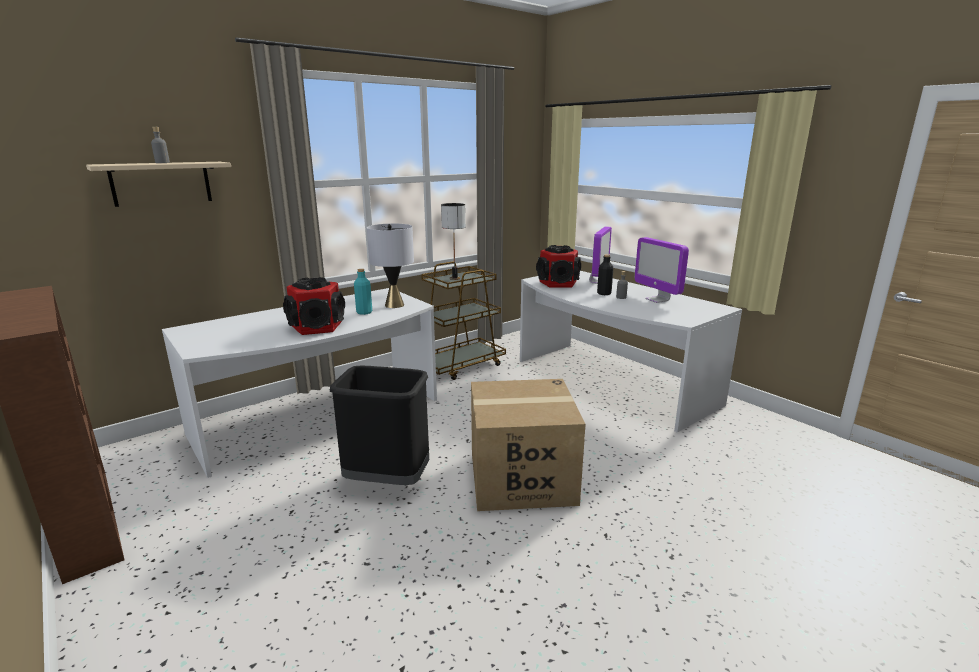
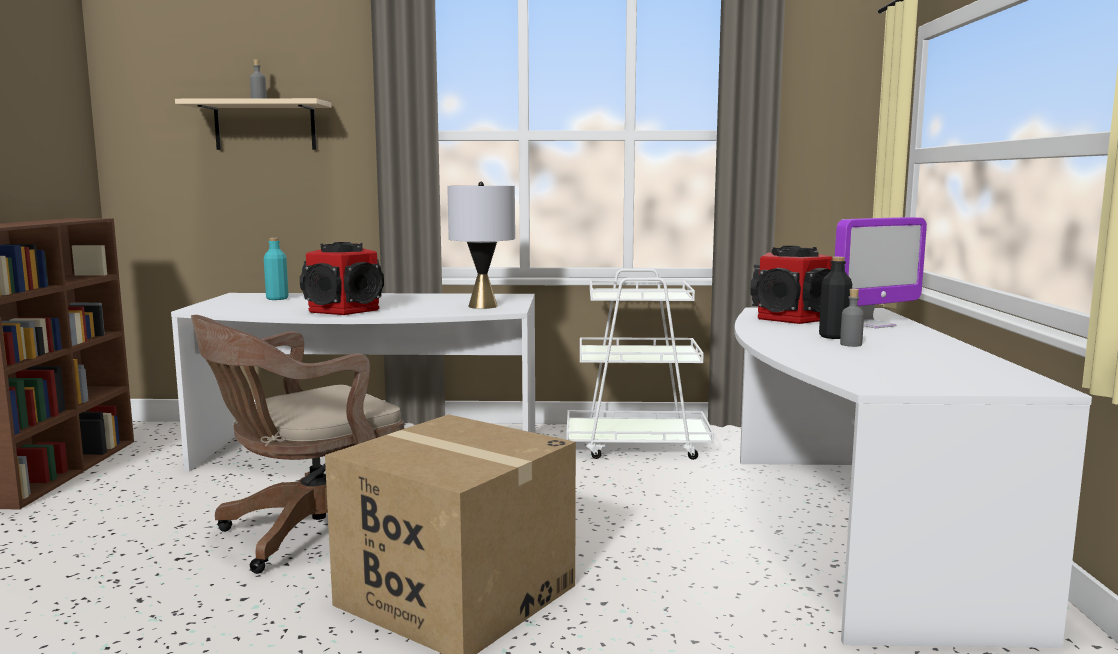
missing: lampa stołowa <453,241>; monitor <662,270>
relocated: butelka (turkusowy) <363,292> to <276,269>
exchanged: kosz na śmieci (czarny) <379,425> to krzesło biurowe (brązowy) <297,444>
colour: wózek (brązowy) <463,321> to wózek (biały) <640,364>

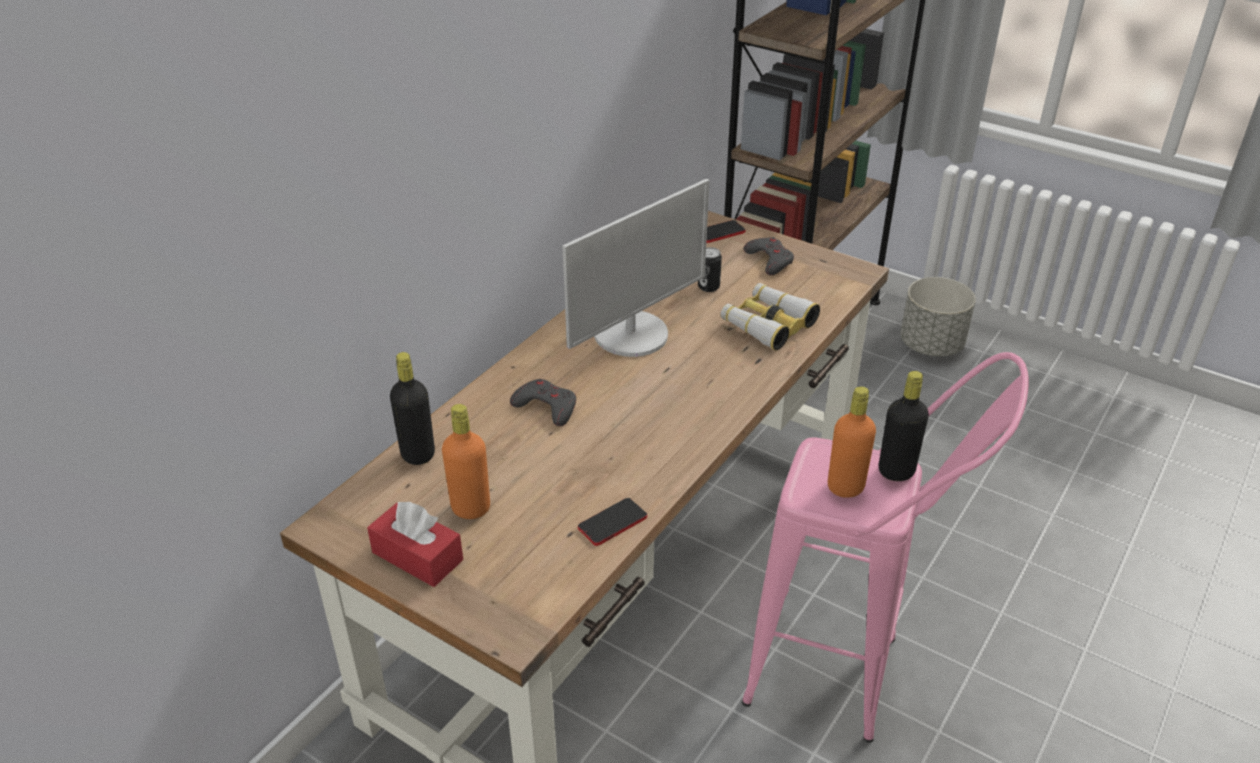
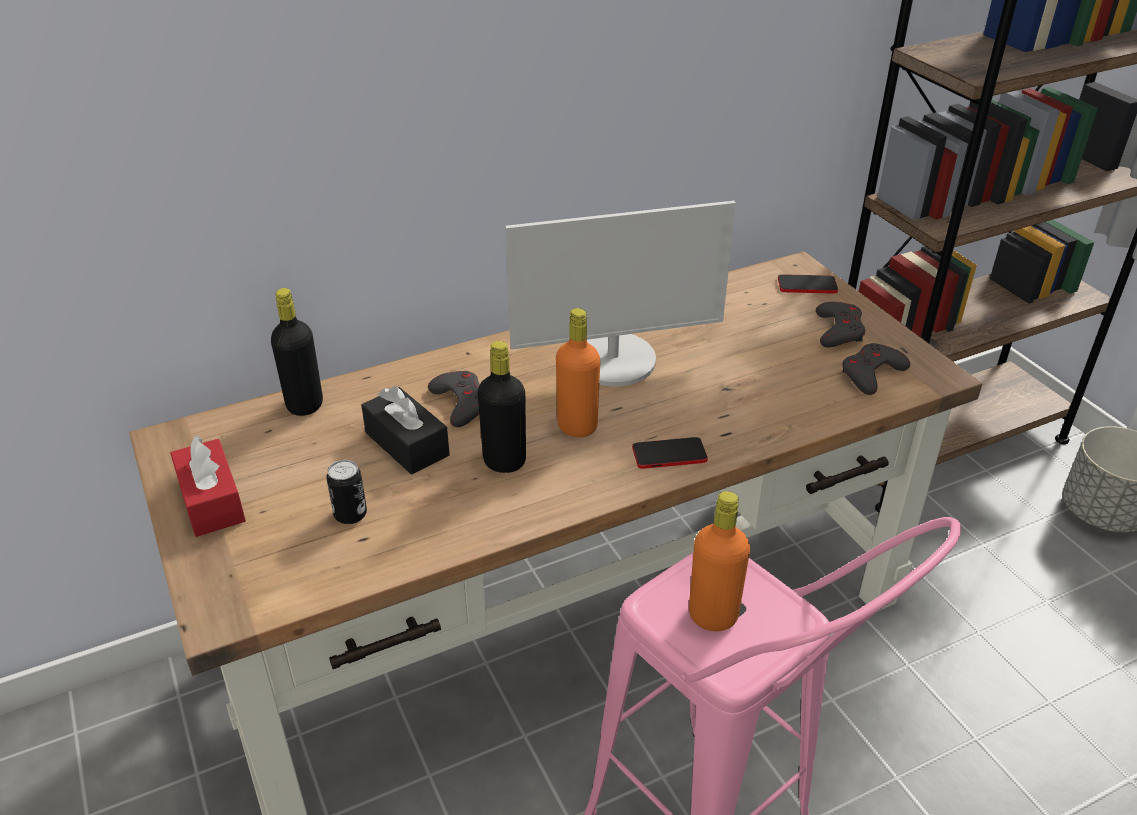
missing: lornetka <770,317>
appeared: pudełko chusteczek (czarny) <405,430>; pad do gier (szary) <876,369>
relocated: puszka <710,269> to <346,492>; butelka (czarny) <904,426> to <501,407>; butelka (pomarańczowy) <466,461> to <578,372>; telefon <612,522> to <670,453>

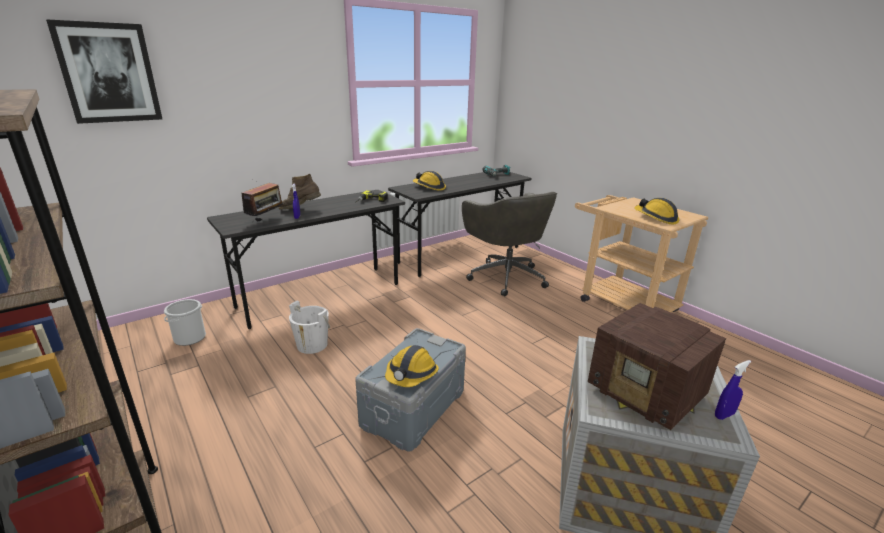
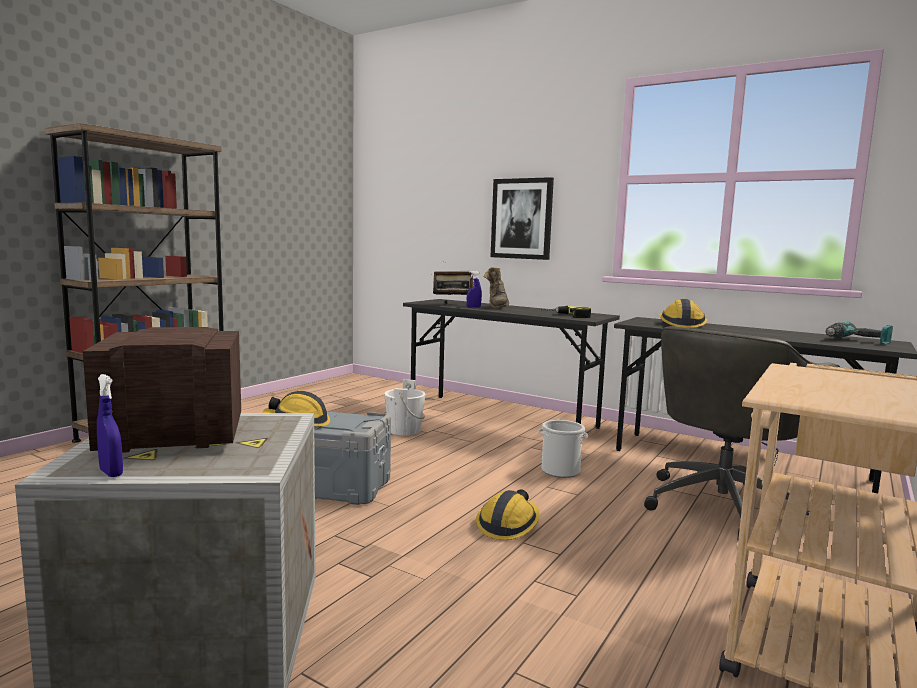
relocated: kask <656,211> to <507,514>; obraz <104,71> to <522,218>; wiadro <185,322> to <563,449>
spun: radio <657,366> = <162,390> 45 degrees clockwise; but z cholewką (brązowy) <300,191> = <496,288> 150 degrees counterclockwise

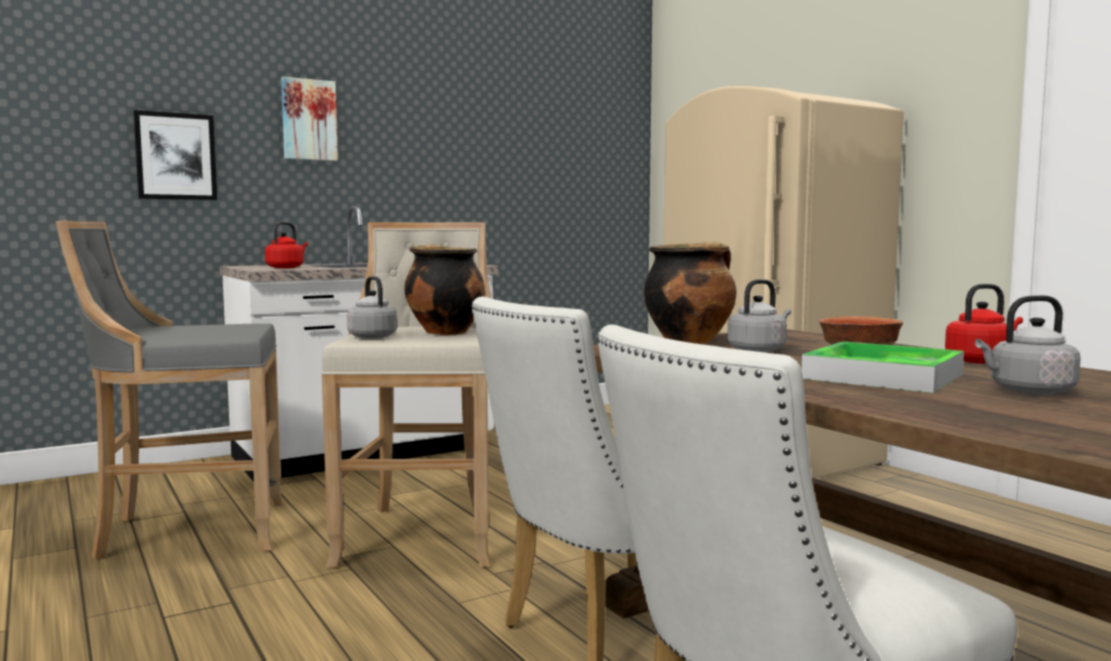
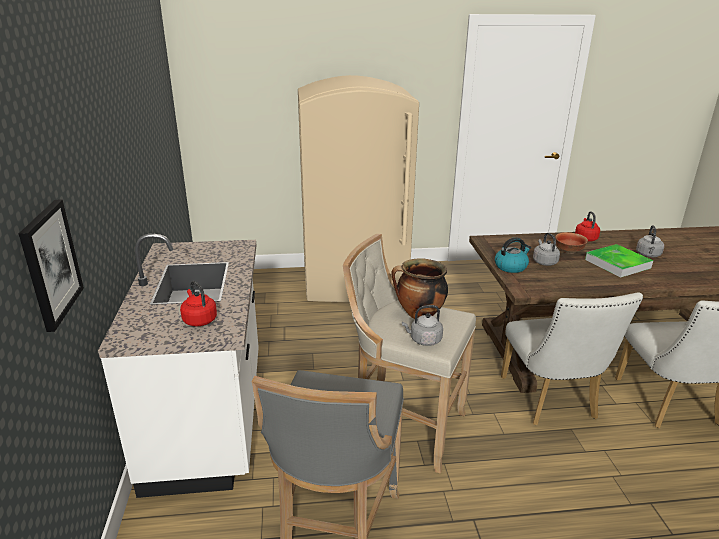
missing: obraz <309,119>
exchanged: garnek <690,293> to czajnik <513,255>

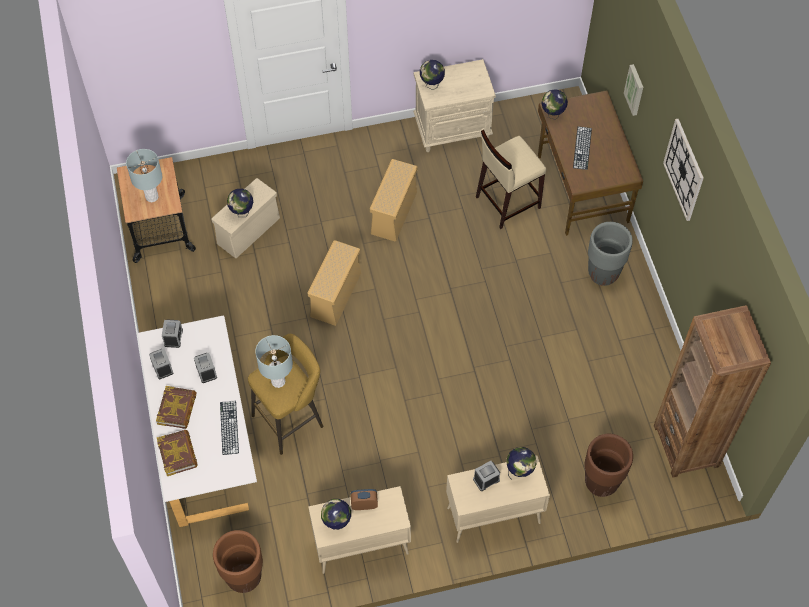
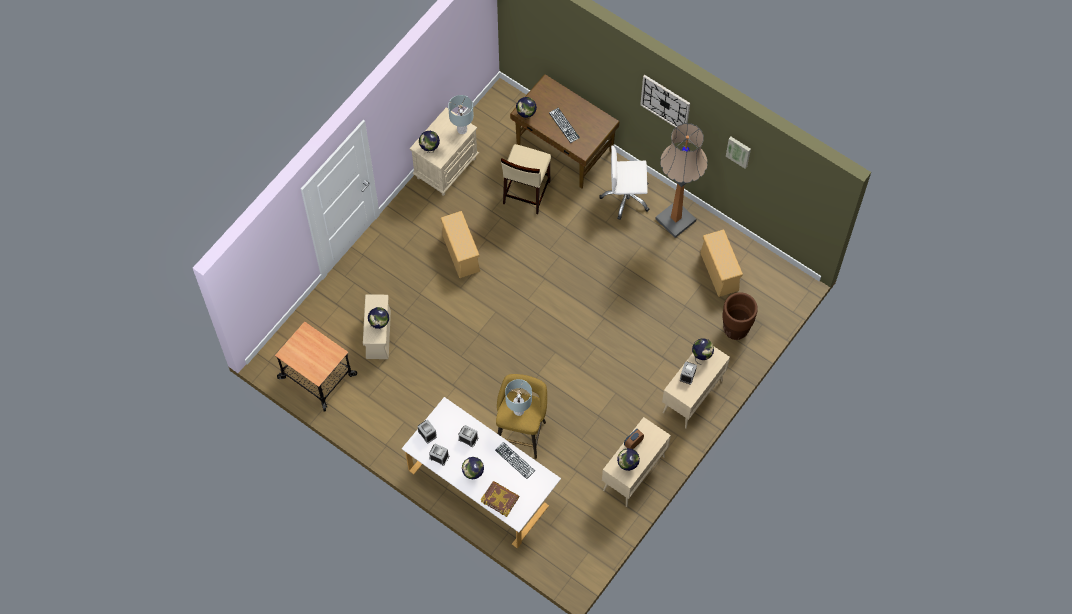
missing: donica (brązowy) <238,561>; regał (brązowy) <712,391>
appeared: lampa stojąca <682,180>
relocated: lampa stołowa (szary) <144,175> to <461,114>; pojemnik do przechowywania (beżowy) <334,283> to <721,263>; obraz <633,90> to <738,153>
exchanged: książka <176,407> to globus <473,468>; donica (szary) <610,254> to krzesło biurowe (biały) <624,182>

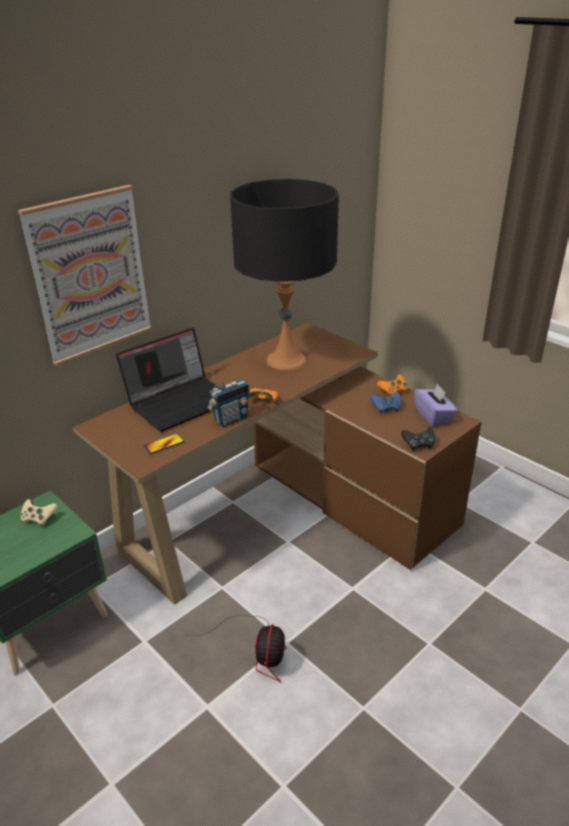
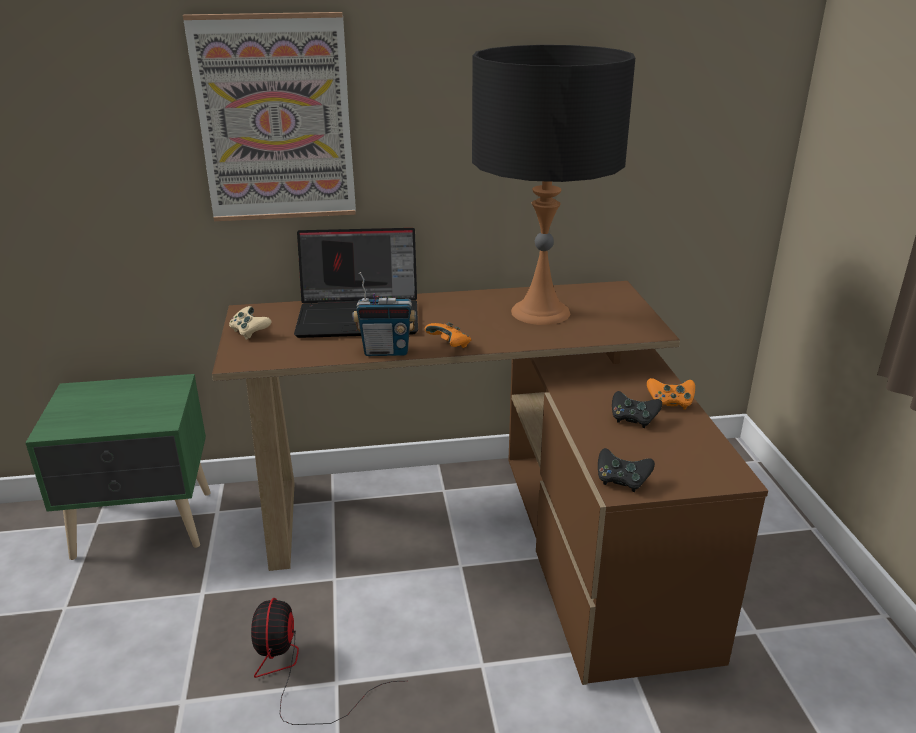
missing: telefon <164,444>; pudełko chusteczek (fioletowy) <435,405>
relocated: pad do gier (beżowy) <39,512> to <250,323>
colour: pad do gier (niebieski) <385,403> to pad do gier (czarny) <637,409>
spun: wentylator <237,648> = <326,661> 135 degrees clockwise

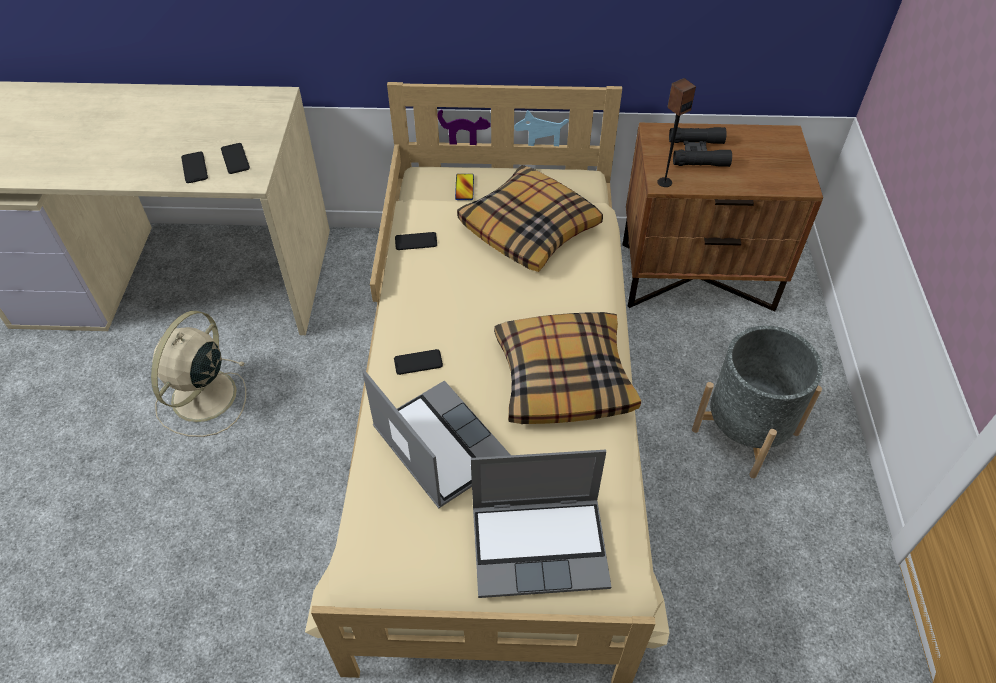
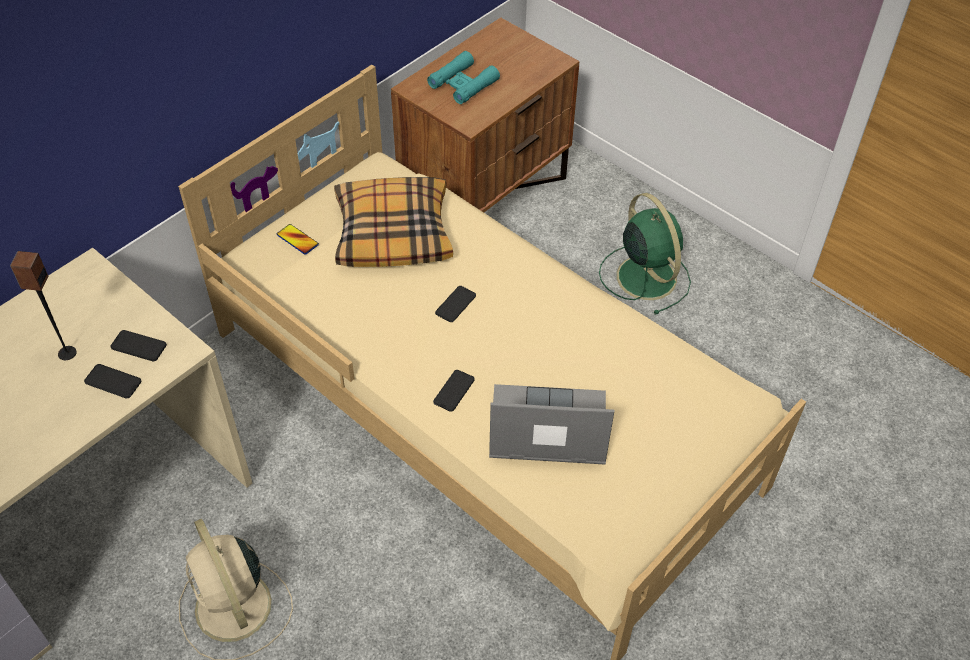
missing: laptop <541,524>; poduszka <567,368>
relocated: głośnik <676,132> to <43,305>; telefon <416,241> to <455,304>
exchanged: donica (szary) <757,402> to wentylator (zielony) <645,254>
colour: lornetka (czarny) <700,147> to lornetka (turkusowy) <463,77>

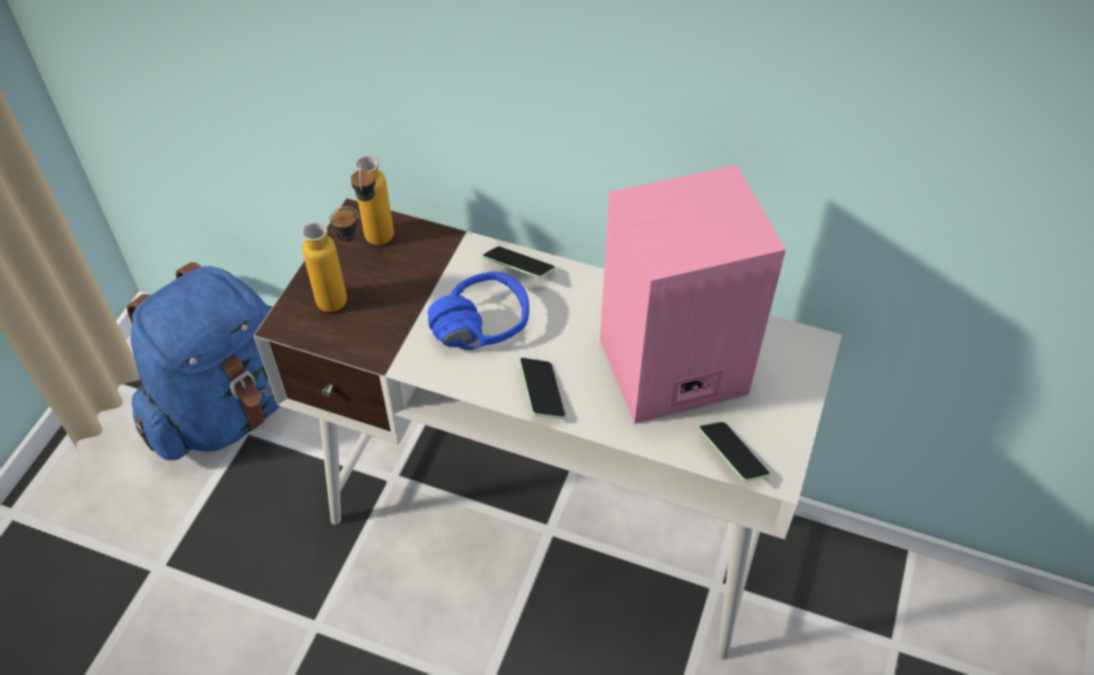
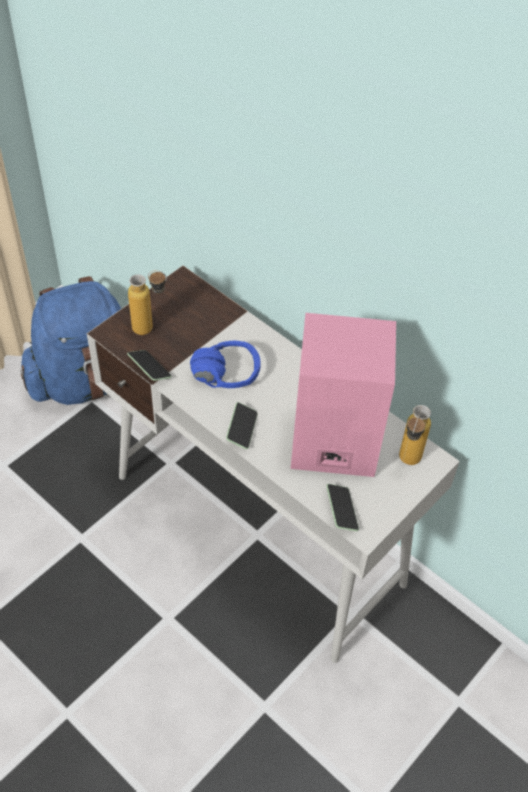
relocated: telefon <519,262> to <149,365>; butelka <372,200> to <415,435>

